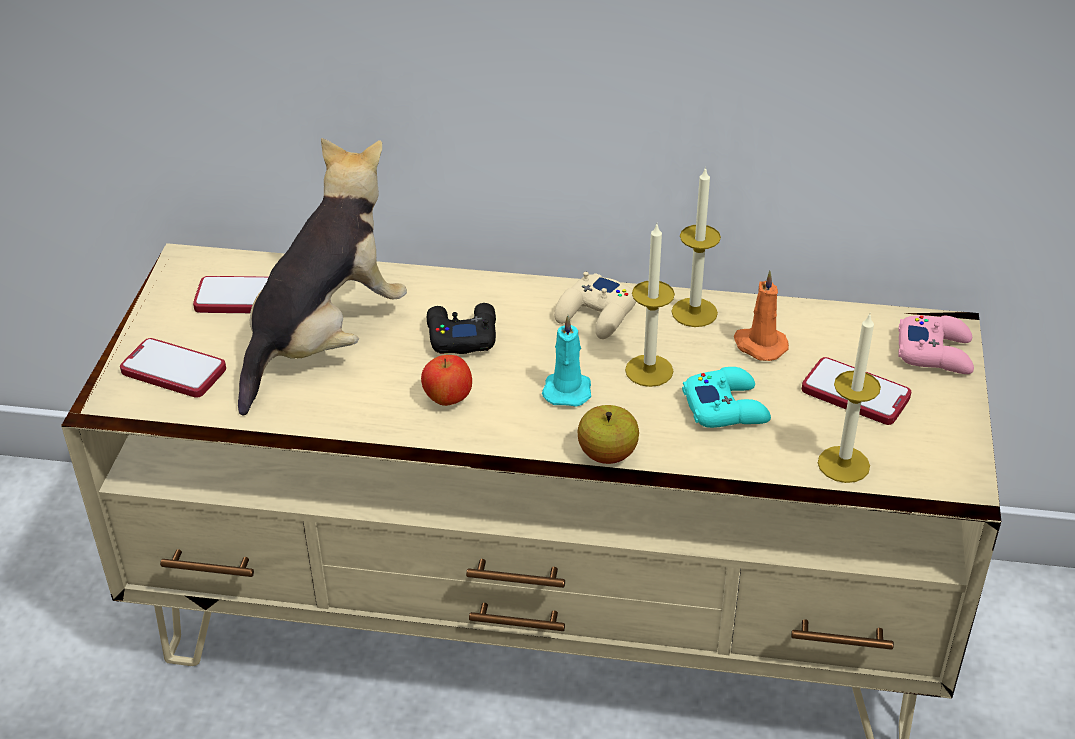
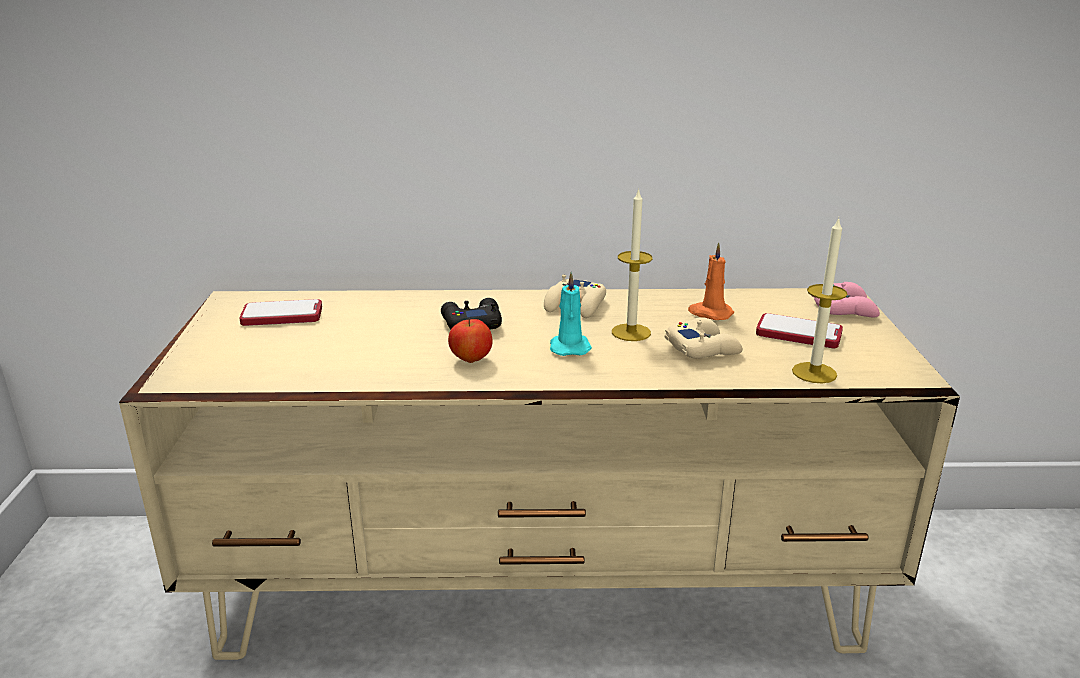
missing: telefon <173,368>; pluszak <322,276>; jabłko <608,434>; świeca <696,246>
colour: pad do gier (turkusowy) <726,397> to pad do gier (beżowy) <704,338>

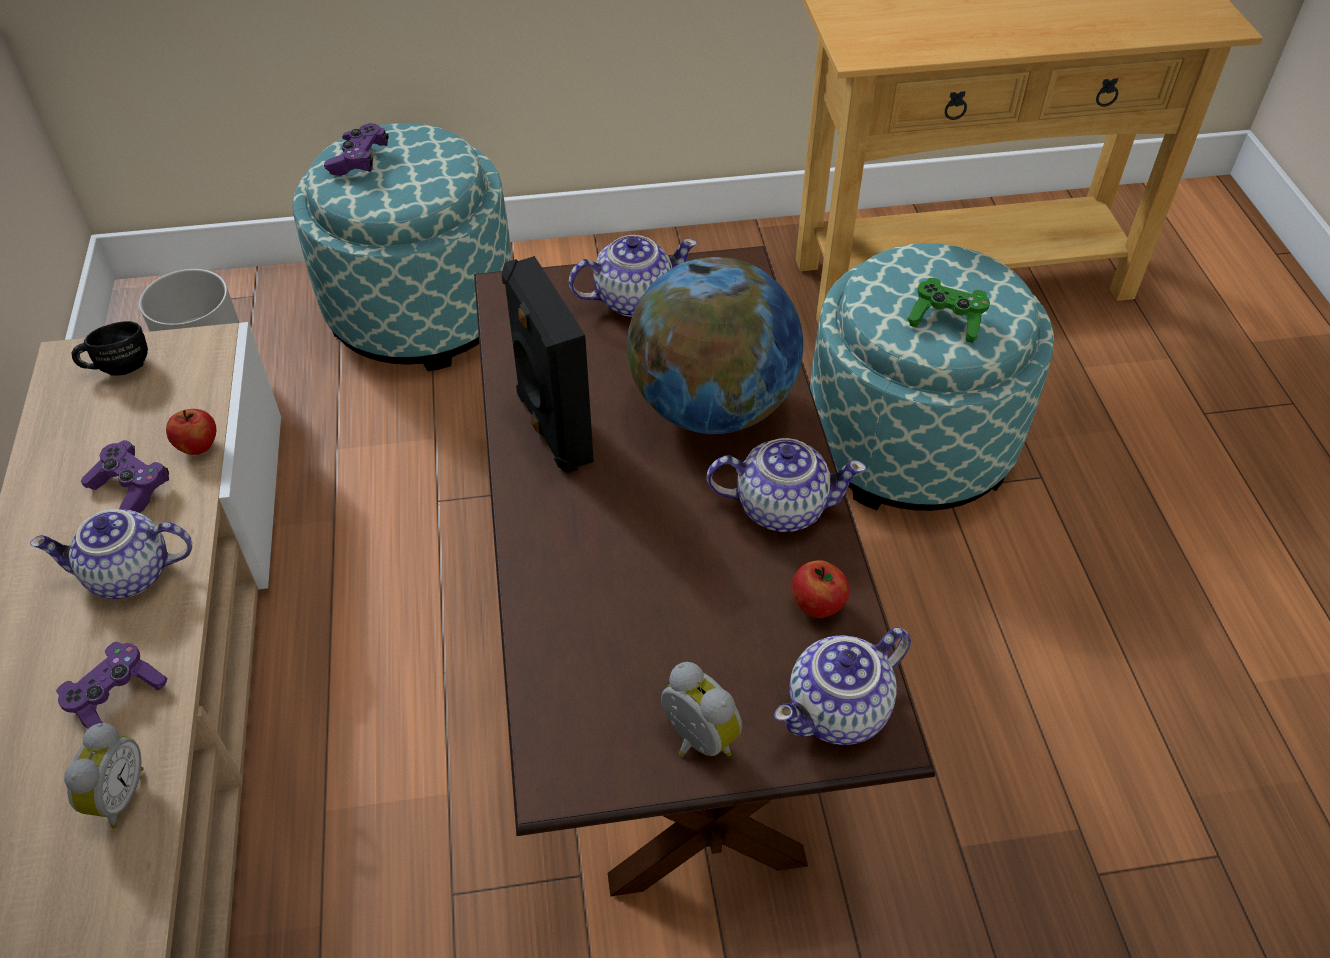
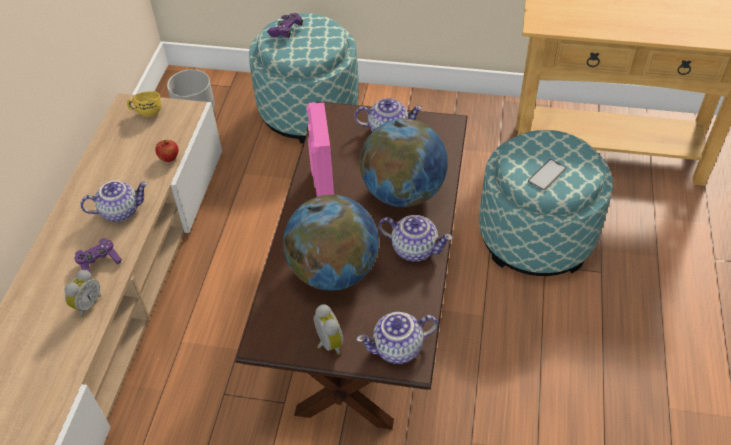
missing: pad do gier (fioletowy) <125,476>; jabłko <821,589>
appeared: globus <331,243>
exchanged: pad do gier (zielony) <948,310> to telefon <547,174>
colour: kubek (czarny) <110,348> to kubek (żółty) <144,104>; głośnik (czarny) <548,364> to głośnik (różowy) <320,149>
spun: imbryk <111,554> = <114,201> 150 degrees clockwise

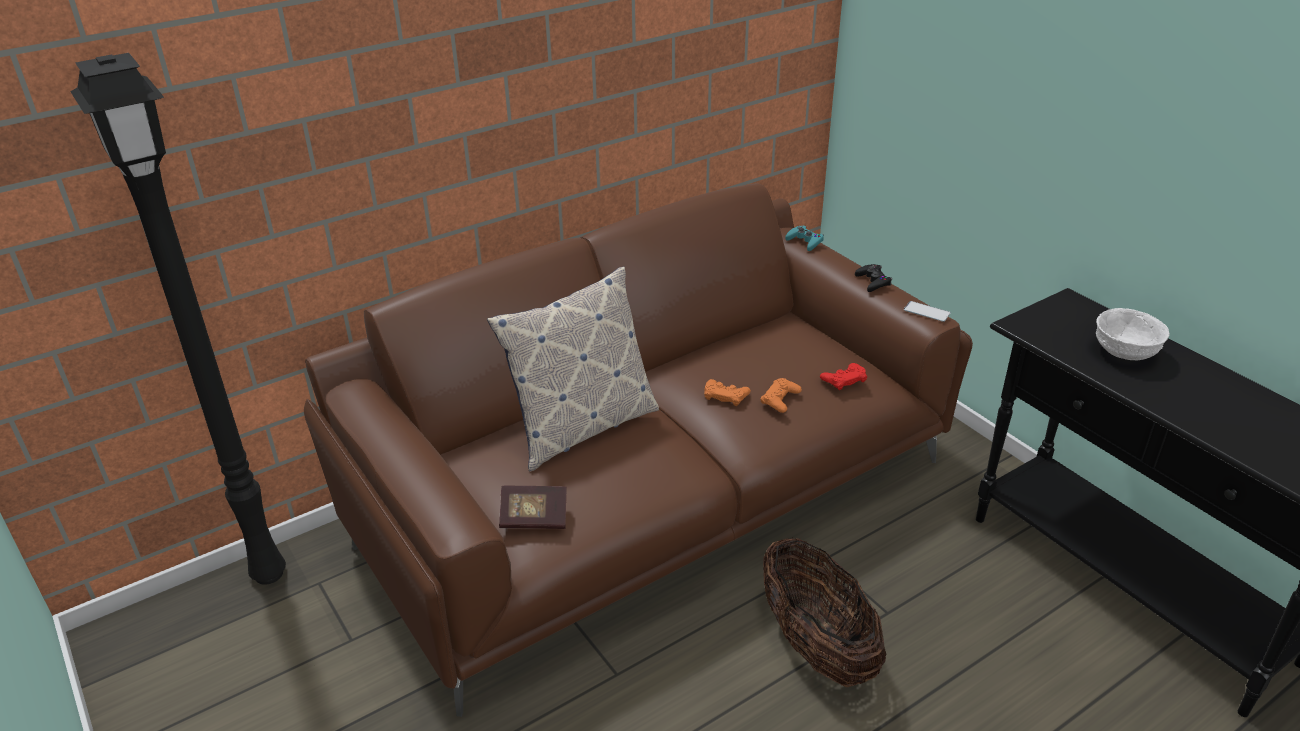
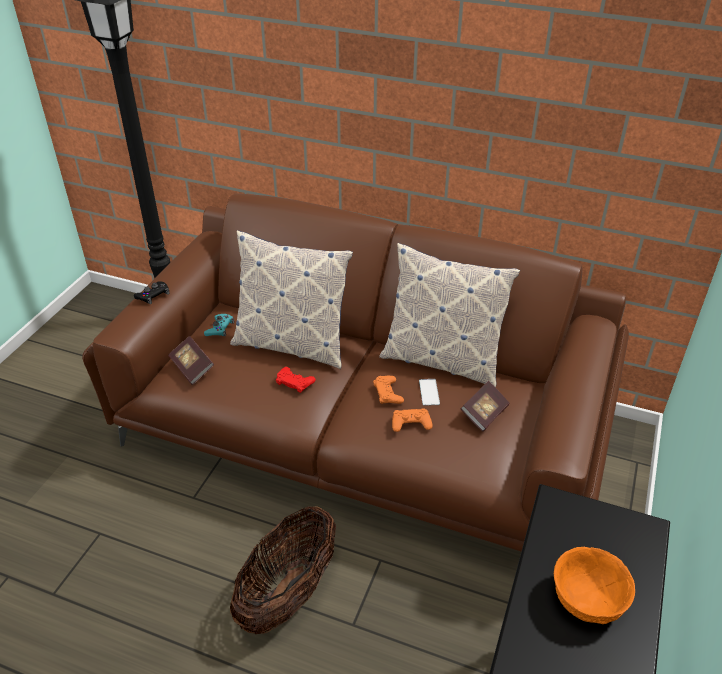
appeared: poduszka <449,315>; książka <485,406>
relocated: pad do gier (czarny) <873,278> to <152,292>; pad do gier (turkusowy) <804,238> to <219,325>; pad do gier (czerwony) <844,376> to <296,380>; telefon <927,311> to <429,392>
colour: miska (biały) <1133,334> to miska (pomarańczowy) <594,585>

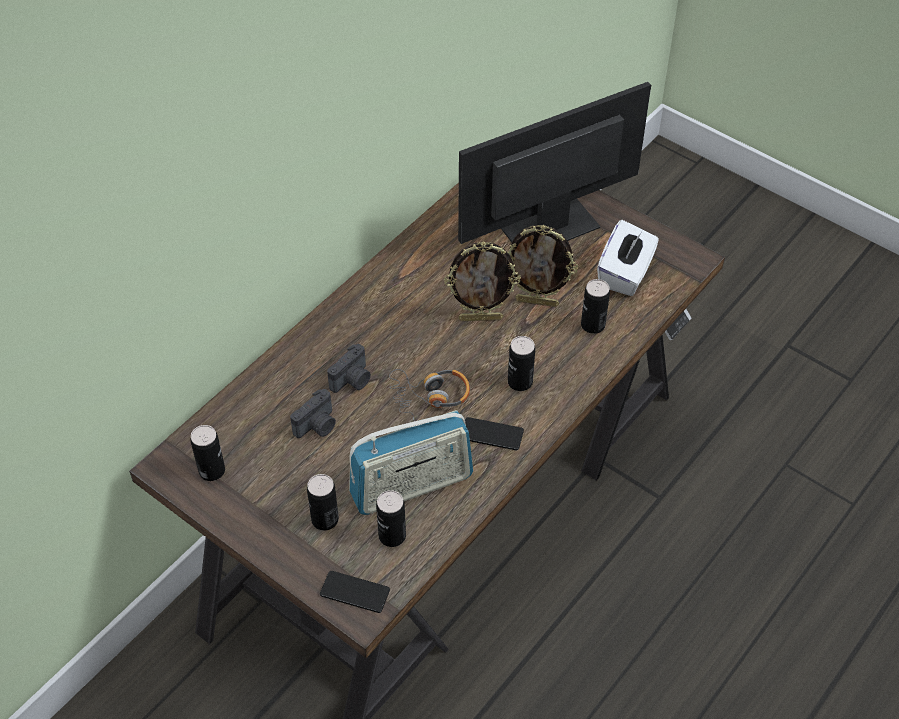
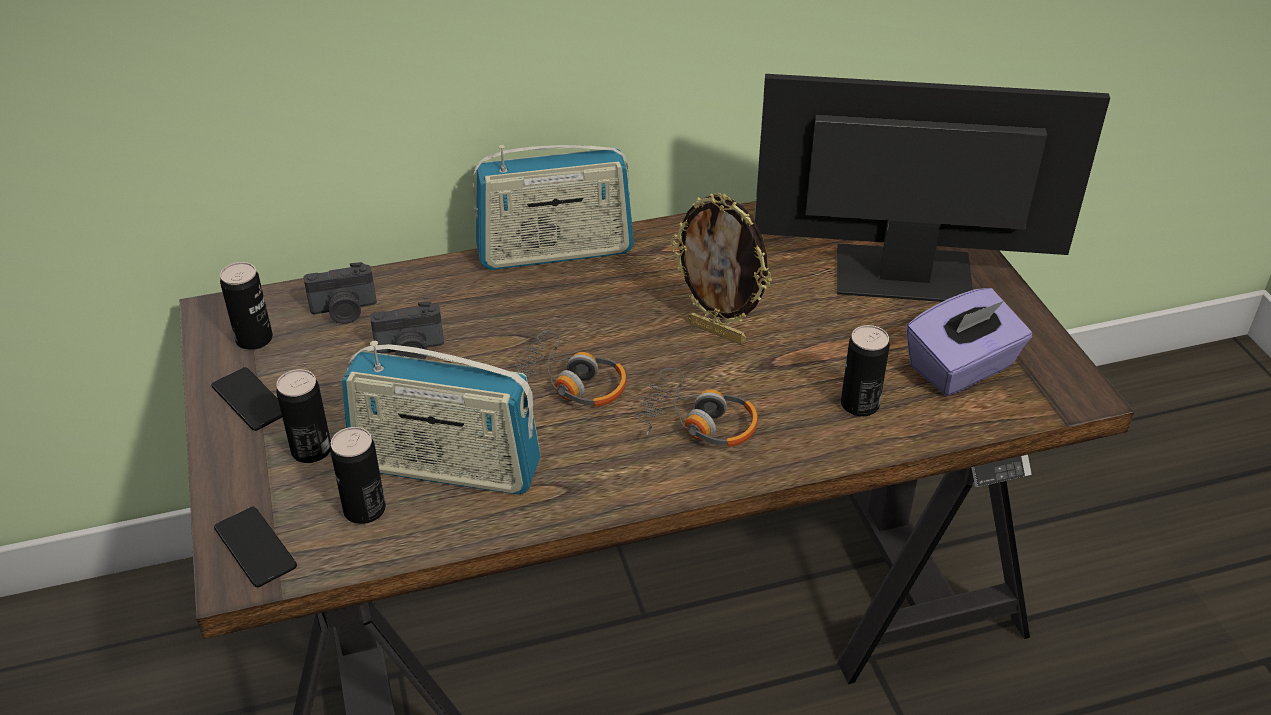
missing: ramka na zdjęcie <543,266>
appeared: radio <553,207>
relocated: telefon <494,433> to <246,399>; aparat fotograficzny <349,368> to <340,293>
exchanged: puszka <521,363> to słuchawki <697,407>
colour: pudełko chusteczek (biały) <628,258> to pudełko chusteczek (fioletowy) <969,342>

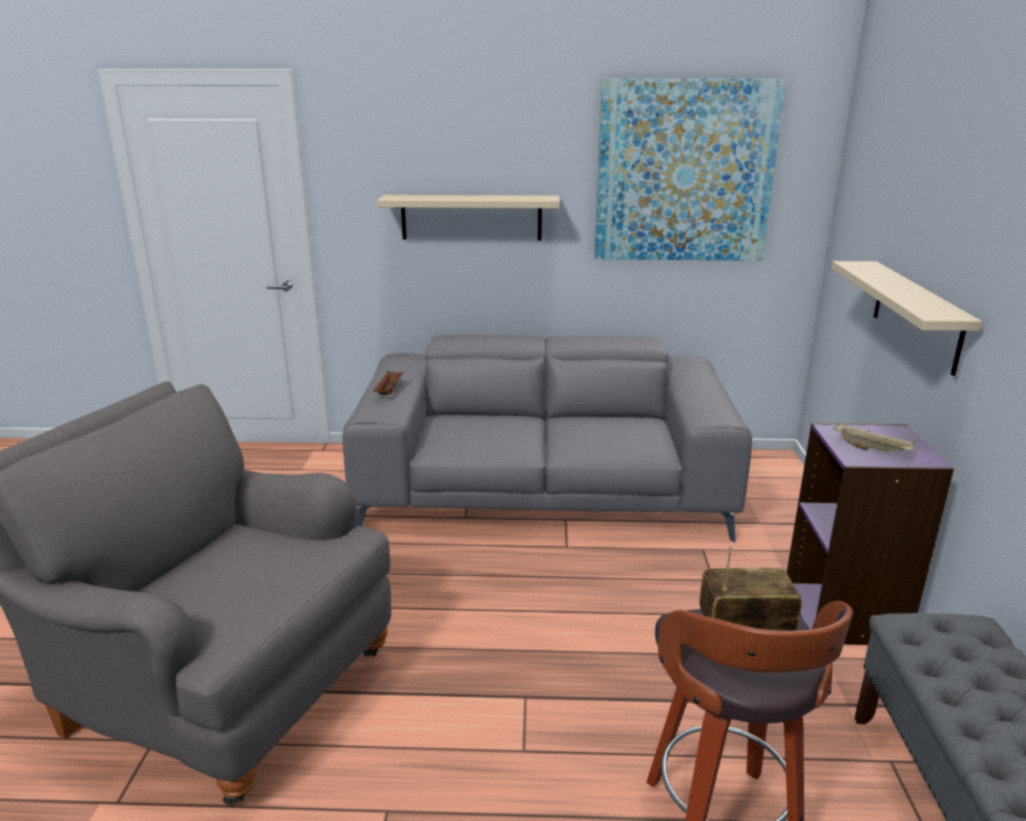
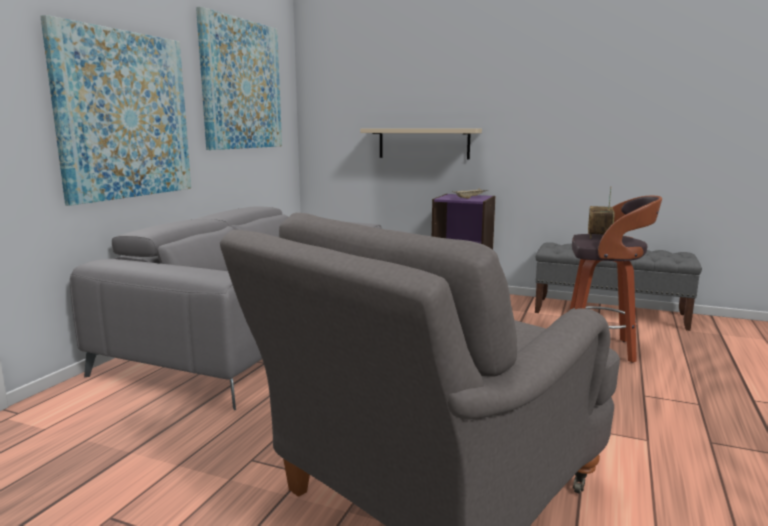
missing: taca (brązowy) <388,383>
exchanged: półka (beżowy) <468,217> to obraz <115,110>

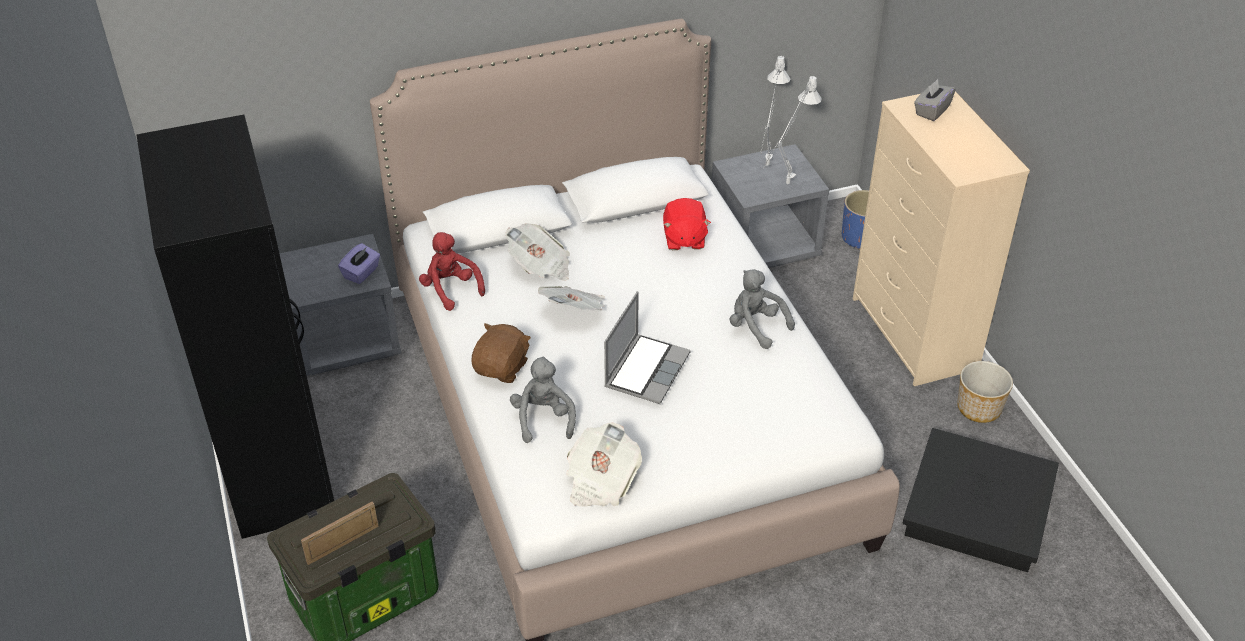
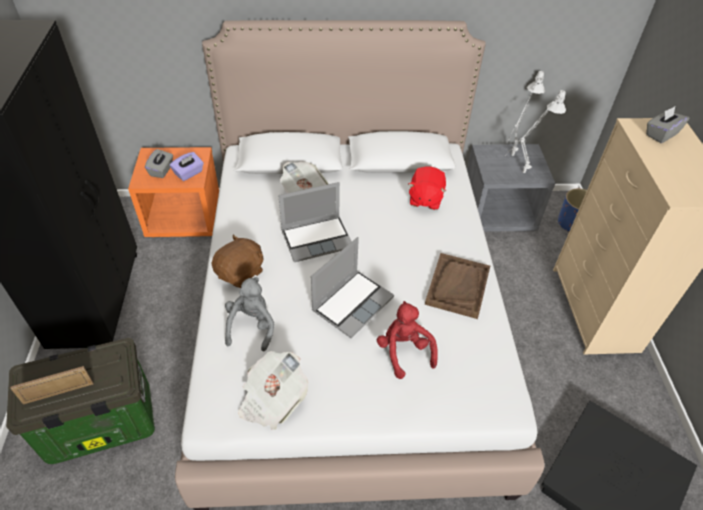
missing: donica <985,392>
appeared: pudełko chusteczek (szary) <159,163>
relocated: pluszak (czerwony) <452,271> to <407,340>
exchanged: gazeta <571,298> to laptop <315,222>; pluszak (szary) <762,309> to taca (brązowy) <457,286>
colour: szafka nocna (szary) <340,305> to szafka nocna (pomarańczowy) <173,192>

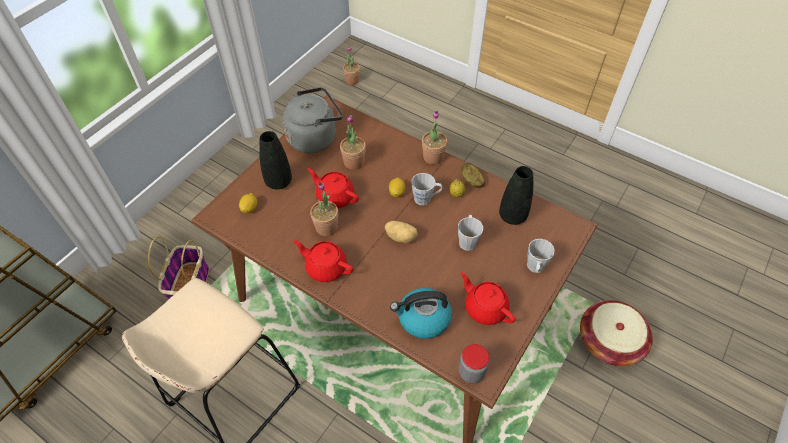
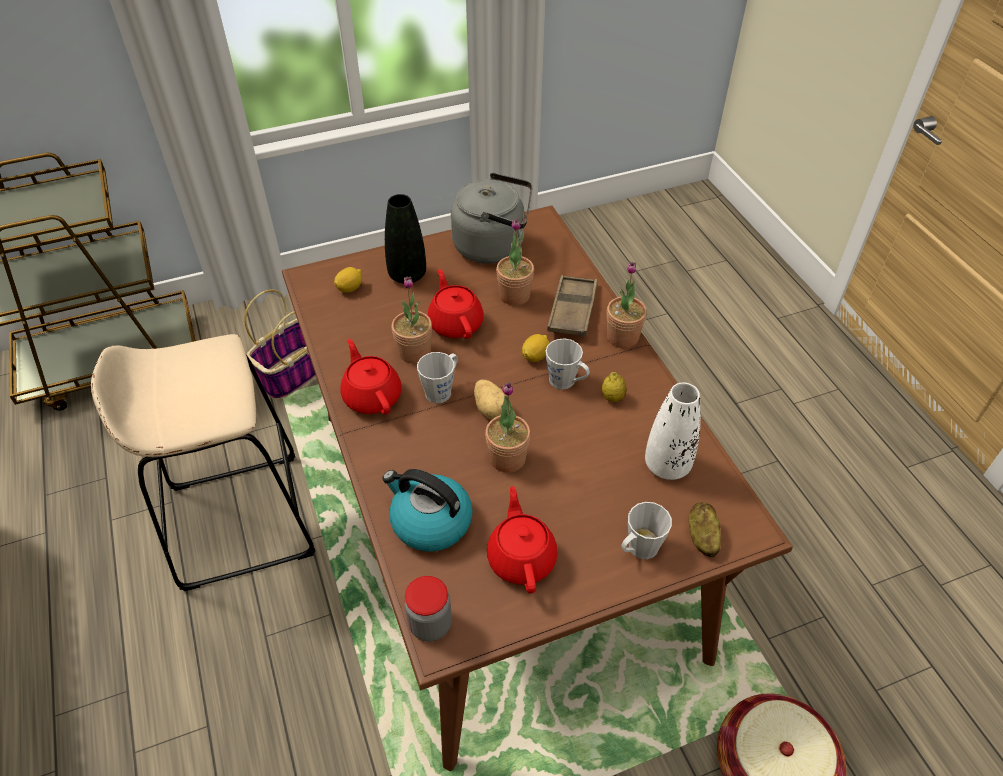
appeared: taca (brązowy) <572,305>
relocated: kubek (szary) <470,233> to <437,377>; roślina doniczkowa <351,65> to <508,428>; ziemniak <473,175> to <705,529>
colour: wazon (czarny) <516,195> to wazon (biały) <673,431>

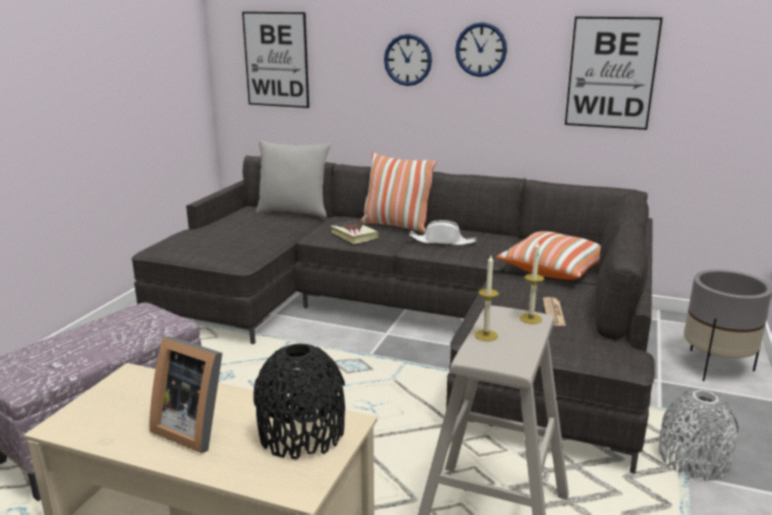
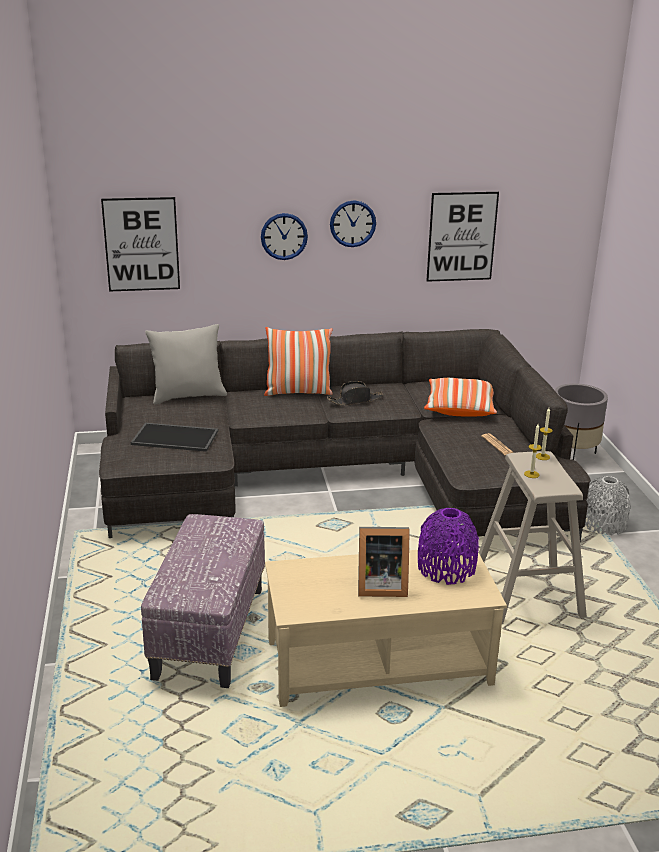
missing: książka <354,232>
appeared: taca <174,437>
colour: kapelusz (biały) <443,232> to kapelusz (czarny) <355,393>; wazon (czarny) <299,401> to wazon (fioletowy) <448,546>

